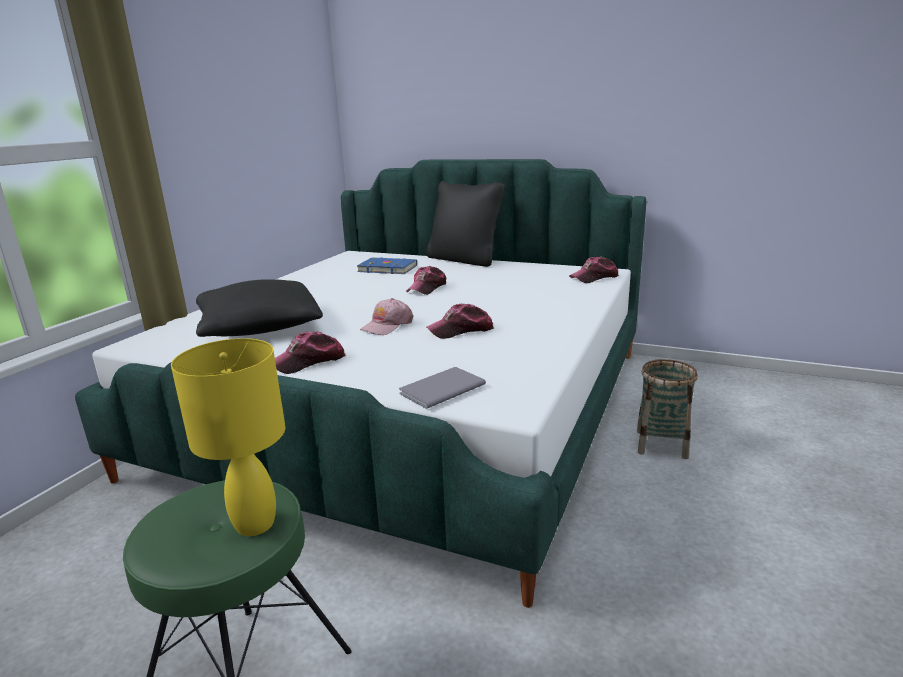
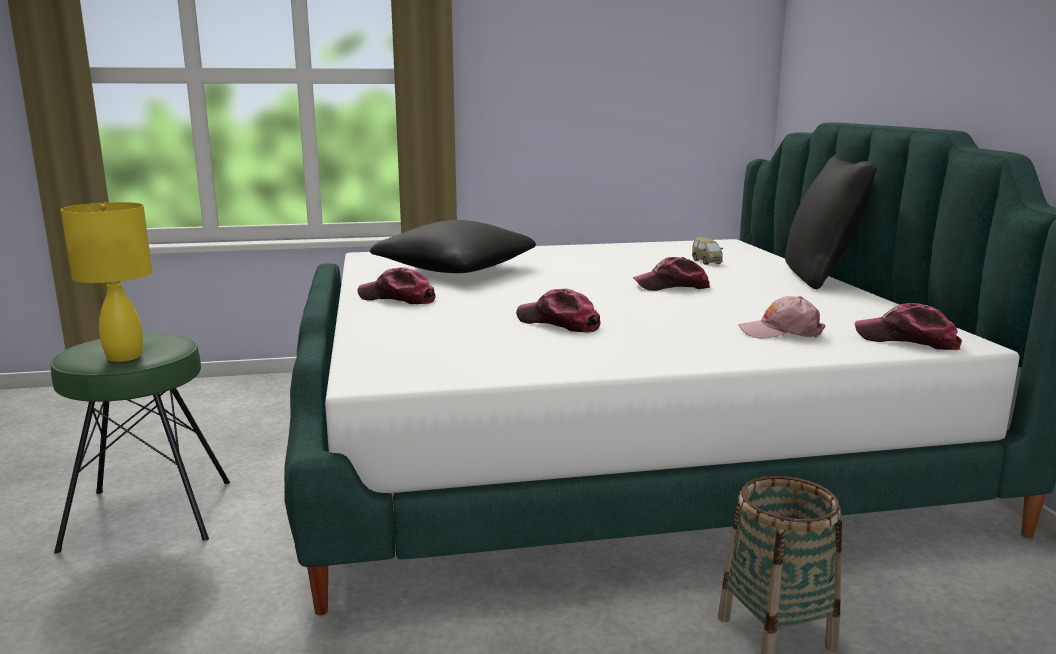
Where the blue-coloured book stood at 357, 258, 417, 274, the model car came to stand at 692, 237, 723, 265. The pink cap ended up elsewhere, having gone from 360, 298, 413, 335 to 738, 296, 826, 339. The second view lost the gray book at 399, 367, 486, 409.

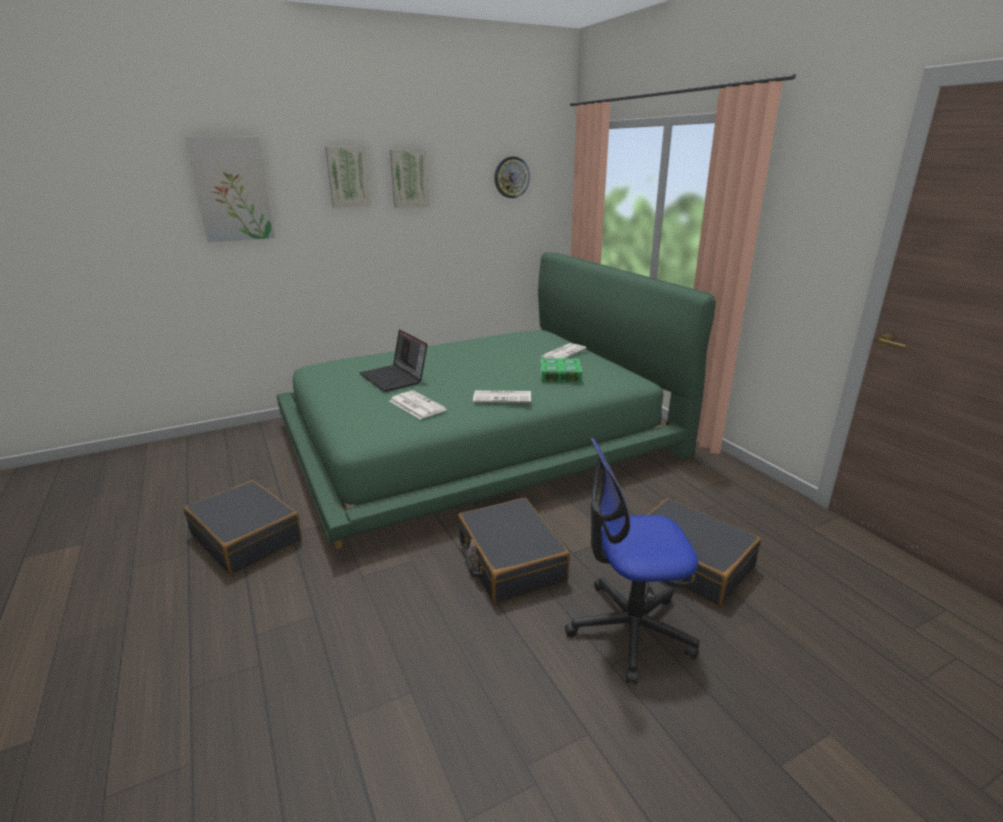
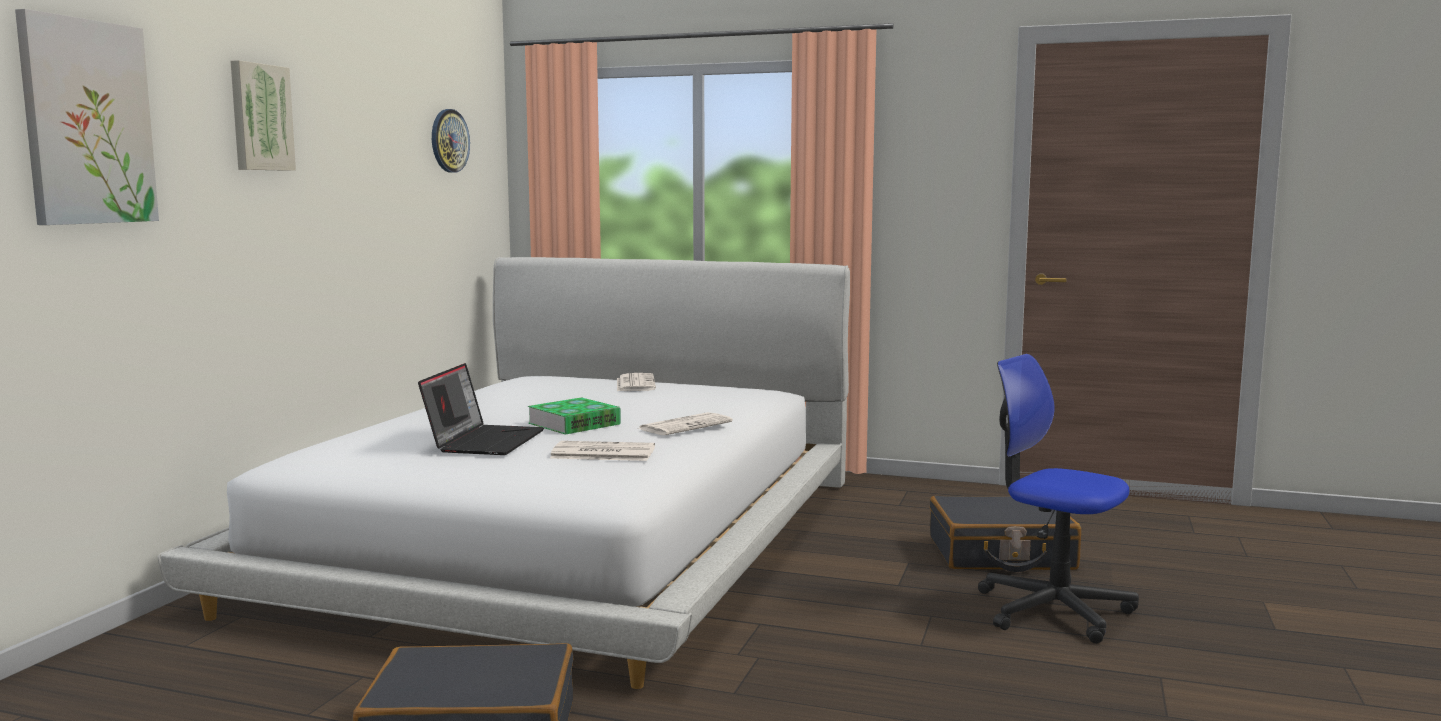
What was the green bed at 277, 252, 716, 549 turned into the white bed at 158, 257, 850, 689. The notebook computer at 360, 329, 427, 392 ended up facing another way, 90 degrees counterclockwise from before. The second view lost the wall art at 390, 149, 430, 208. The second view lost the blackish piece of luggage at 458, 498, 570, 604. The book ended up elsewhere, having gone from 540, 358, 583, 382 to 528, 397, 621, 435. The desk chair at 565, 438, 700, 685 ended up facing another way, 90 degrees clockwise from before.

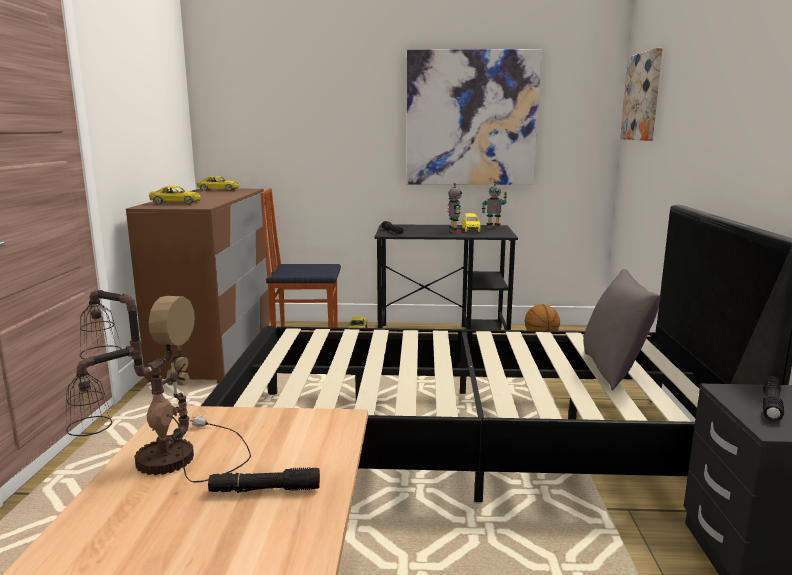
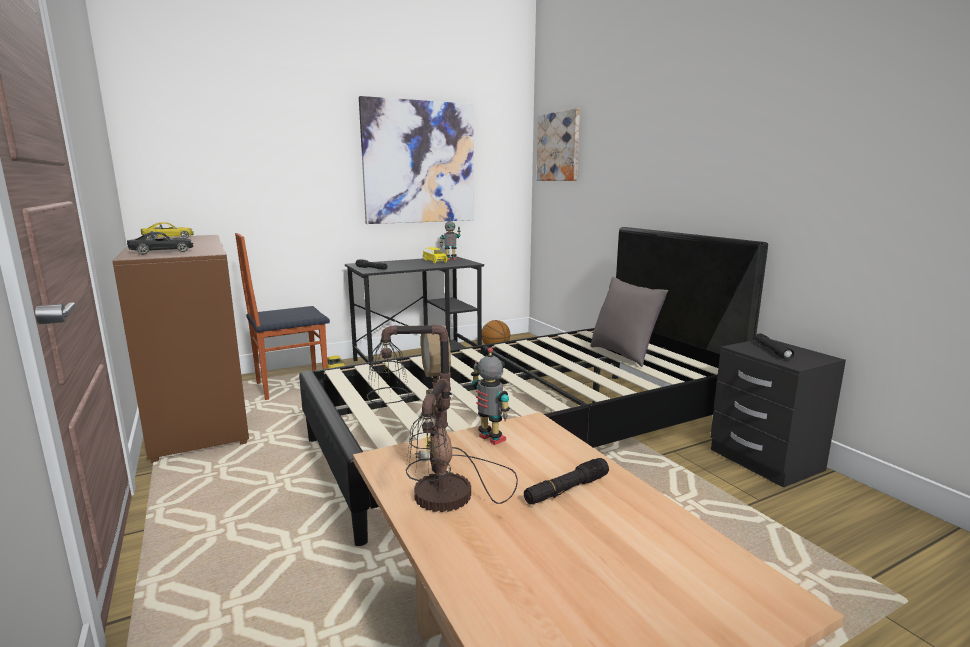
What was the yellowish model car at 149, 186, 201, 204 turned into the blackish model car at 127, 232, 193, 255. The model robot ended up elsewhere, having gone from 448, 183, 462, 233 to 471, 347, 510, 445.

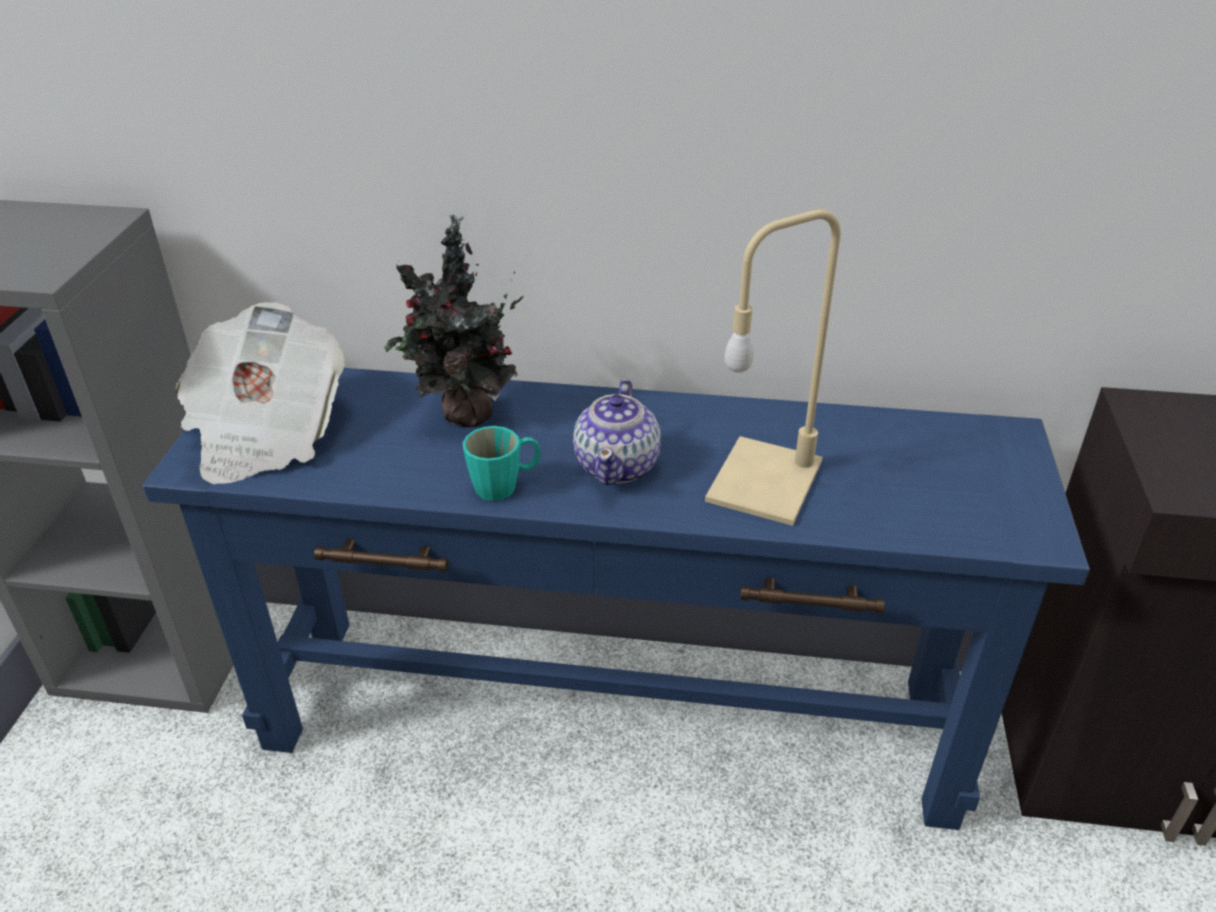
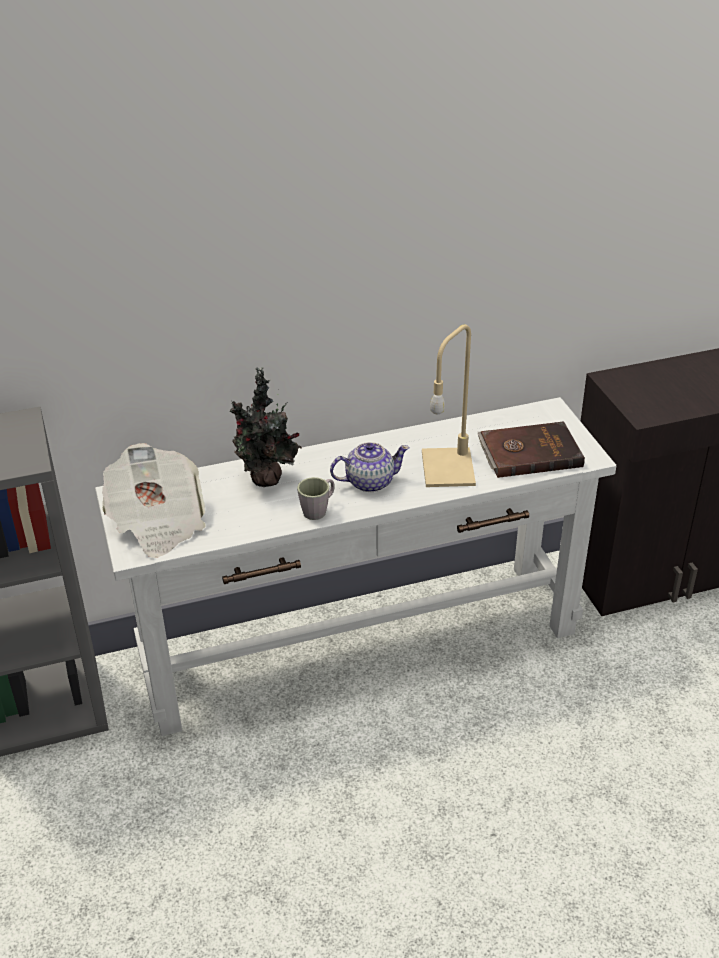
What was the blue-coloured hall table at 142, 368, 1090, 830 turned into the white hall table at 95, 397, 616, 736. What was the turquoise-coloured coffee mug at 463, 426, 541, 501 turned into the gray coffee mug at 297, 477, 335, 520. The teapot at 573, 379, 661, 485 ended up facing another way, 90 degrees counterclockwise from before. The second view gained the brownish book at 478, 421, 585, 478.

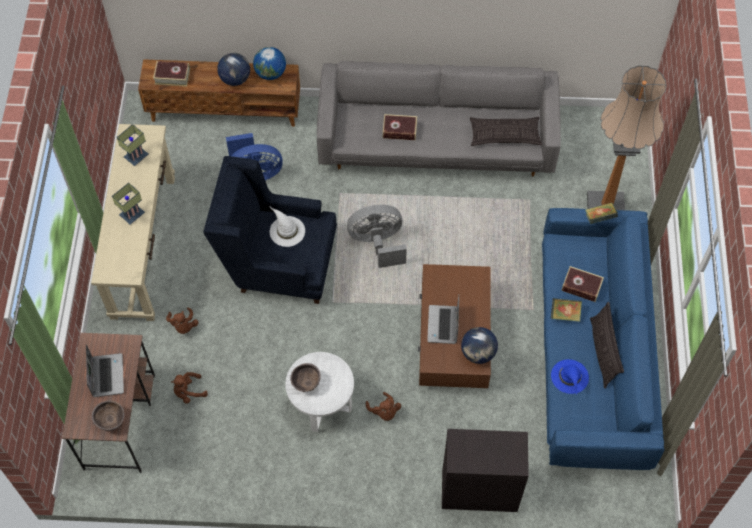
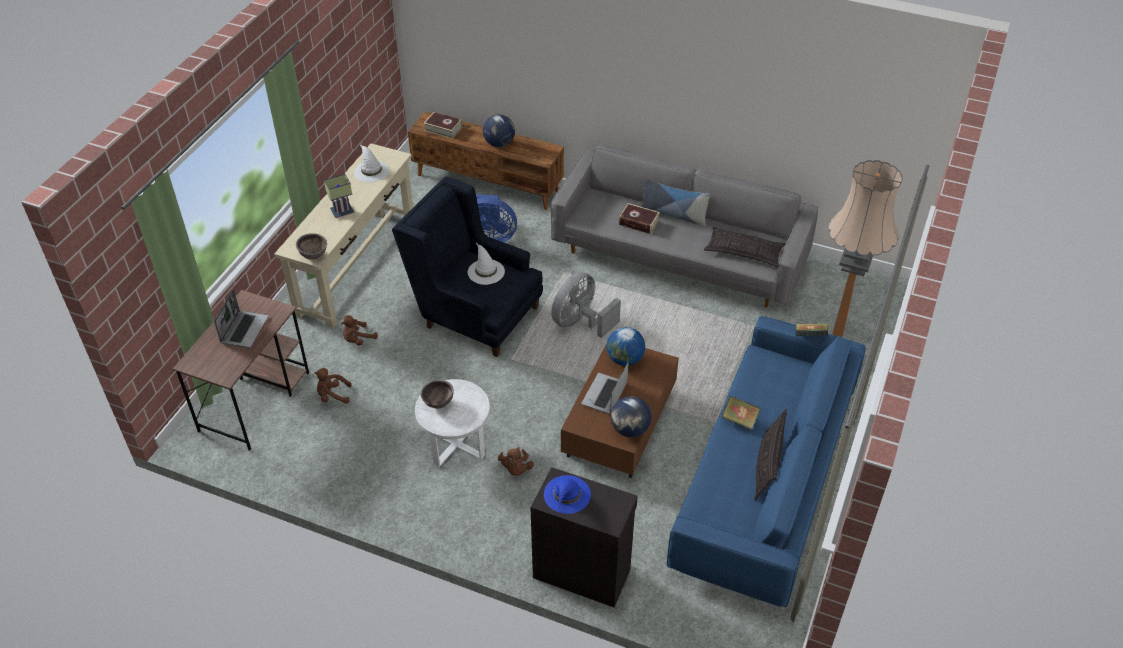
The brownish bowl ended up elsewhere, having gone from 92, 400, 125, 431 to 296, 233, 327, 260. Where the lamp for a table stood at 117, 124, 148, 166, the white clothing hat came to stand at 354, 144, 390, 183. The brownish cuddly toy at 166, 307, 198, 334 ended up facing another way, 45 degrees clockwise from before. The desk globe ended up elsewhere, having gone from 253, 47, 286, 80 to 606, 327, 645, 366. The gray fan at 347, 205, 407, 268 ended up facing another way, 60 degrees counterclockwise from before. The blue-coloured clothing hat ended up elsewhere, having gone from 551, 359, 589, 394 to 544, 475, 591, 514. The second view lost the book at 561, 266, 604, 302. The second view gained the pillow at 641, 179, 711, 226.

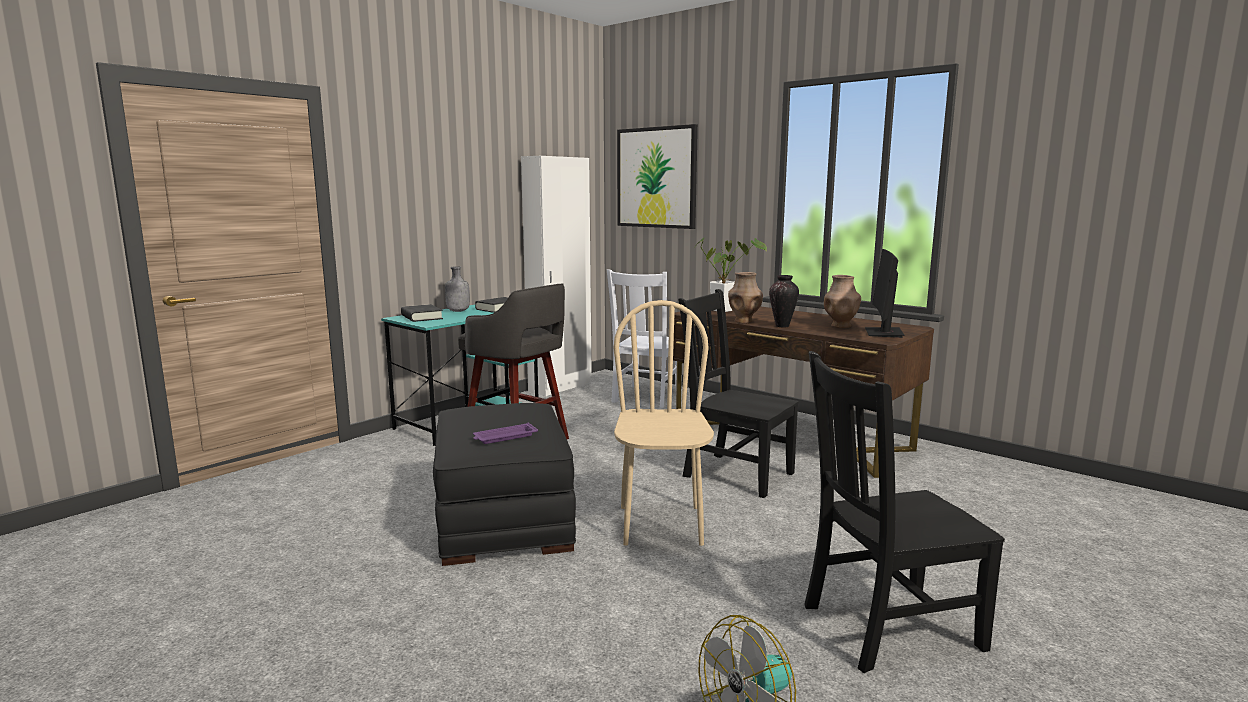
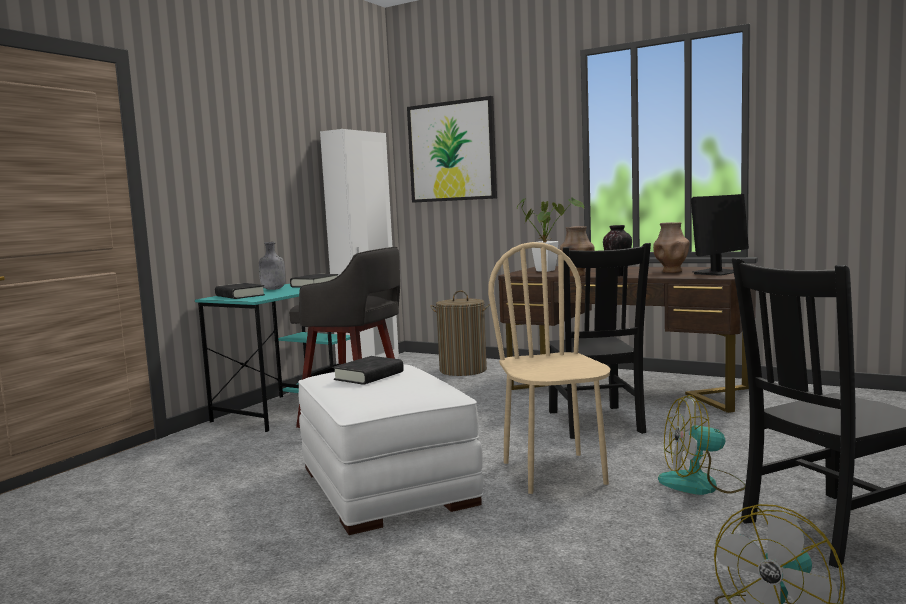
What was the blackish ottoman at 433, 403, 576, 566 turned into the white ottoman at 298, 365, 483, 535. The second view lost the purplish serving tray at 473, 423, 538, 444. Where the white chair stood at 607, 269, 682, 408, the laundry basket came to stand at 430, 290, 490, 376. The blackish chair at 678, 289, 799, 498 ended up facing another way, 120 degrees counterclockwise from before. The computer screen at 865, 249, 905, 338 ended up facing another way, 135 degrees counterclockwise from before. The second view gained the blackish book at 333, 356, 404, 385. The second view gained the fan at 658, 395, 746, 495.

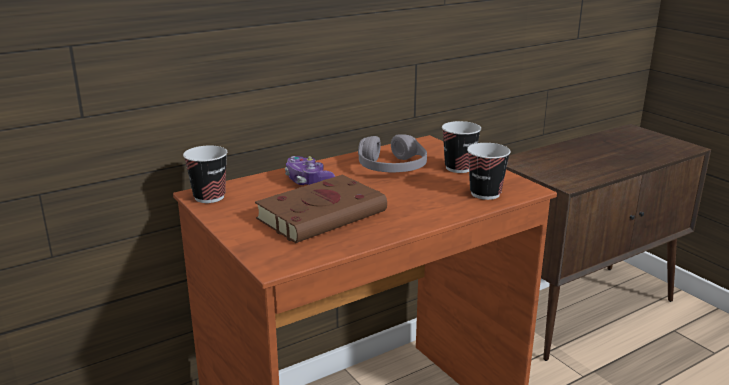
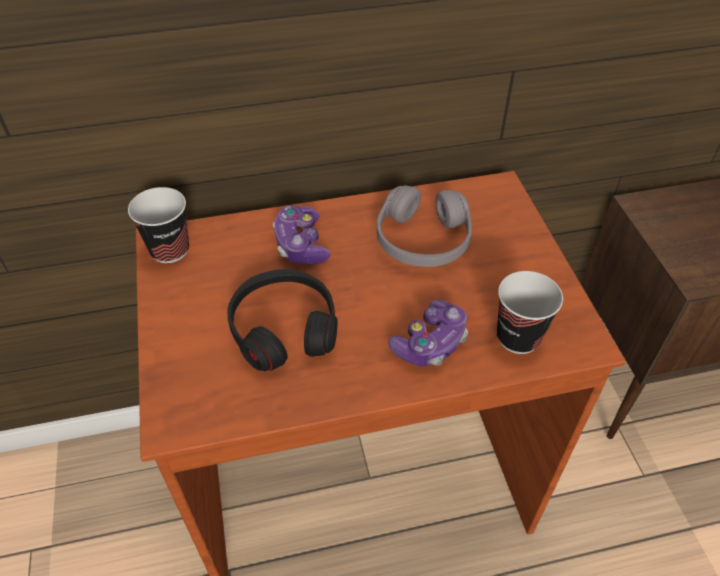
Where the brownish book stood at 255, 175, 387, 243, the blackish headset came to stand at 227, 269, 338, 371. The second view lost the cup at 442, 121, 481, 173. The second view gained the gamepad at 388, 300, 468, 367.

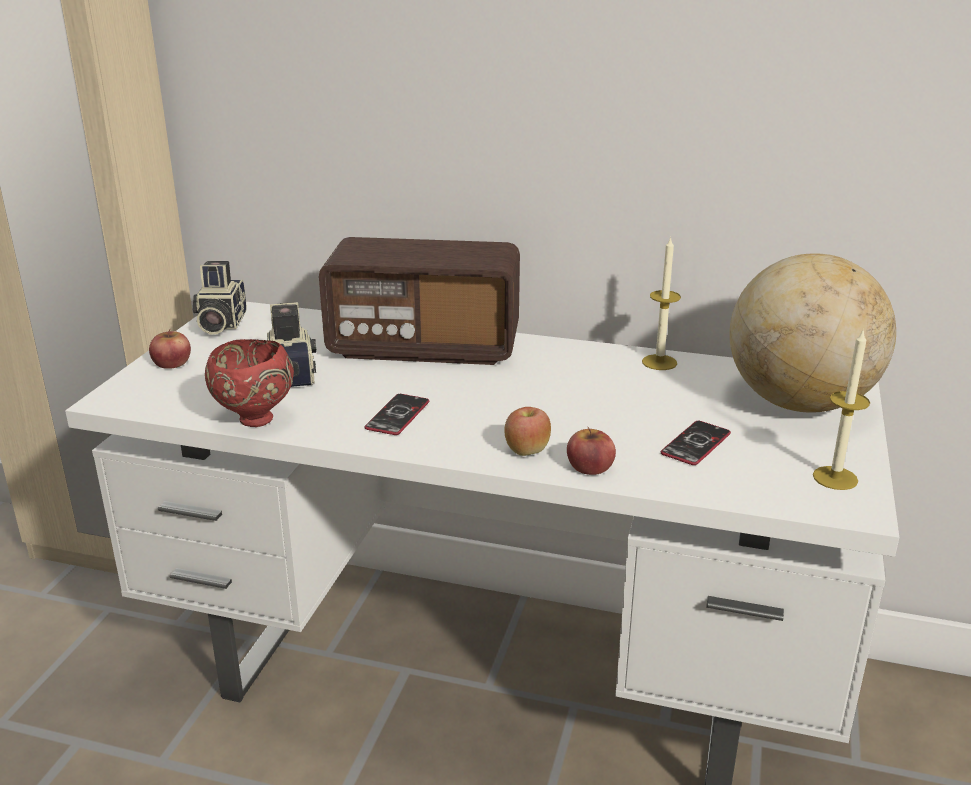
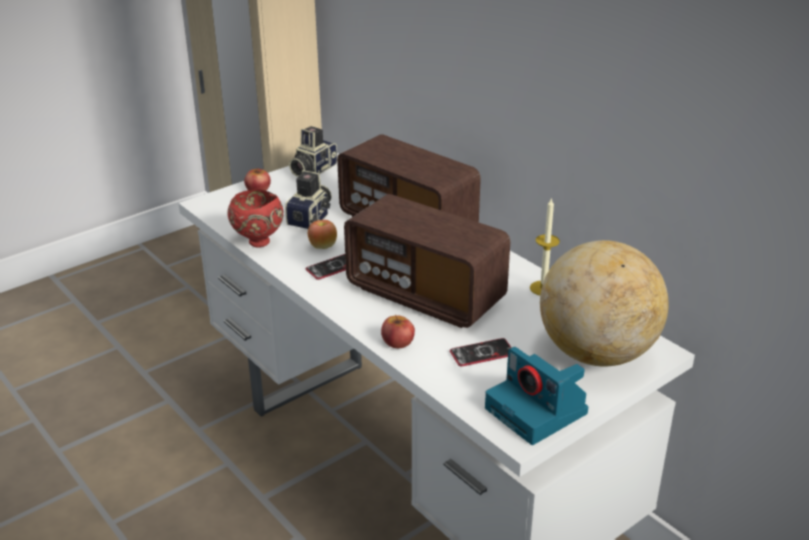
The apple fruit ended up elsewhere, having gone from 504, 407, 551, 456 to 308, 220, 337, 249. Where the wax candle stood at 813, 329, 870, 490, the photo camera came to stand at 485, 347, 588, 445. The second view gained the radio at 344, 194, 510, 328.

